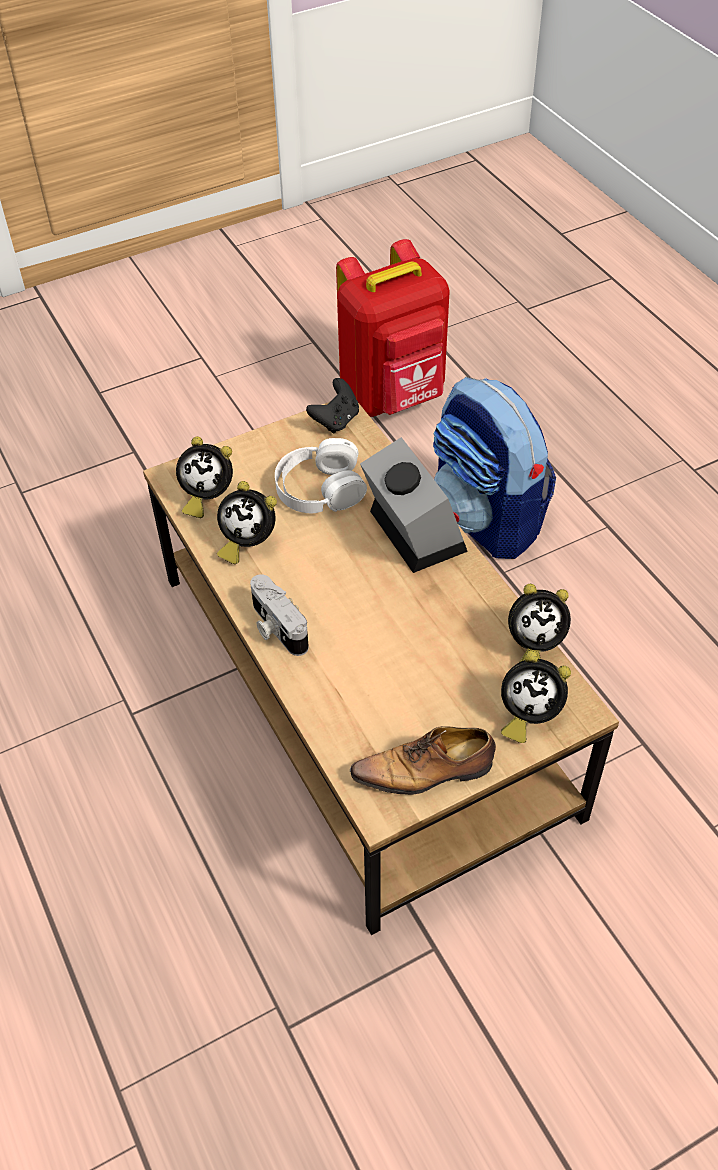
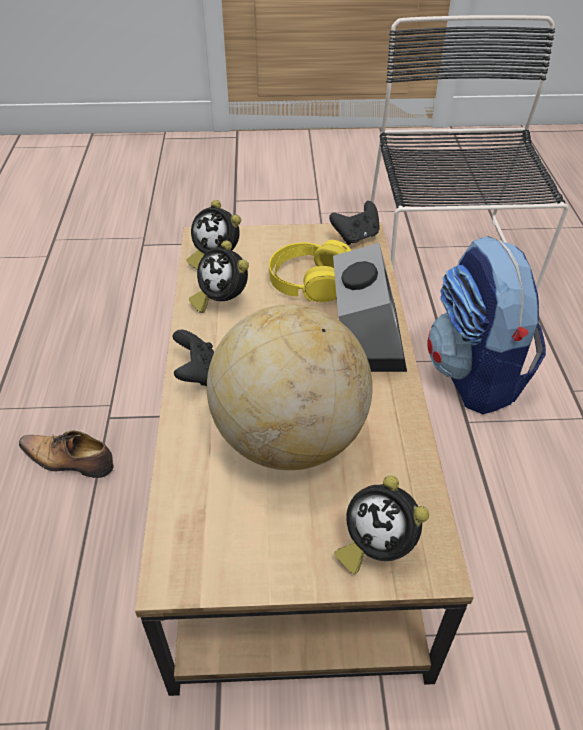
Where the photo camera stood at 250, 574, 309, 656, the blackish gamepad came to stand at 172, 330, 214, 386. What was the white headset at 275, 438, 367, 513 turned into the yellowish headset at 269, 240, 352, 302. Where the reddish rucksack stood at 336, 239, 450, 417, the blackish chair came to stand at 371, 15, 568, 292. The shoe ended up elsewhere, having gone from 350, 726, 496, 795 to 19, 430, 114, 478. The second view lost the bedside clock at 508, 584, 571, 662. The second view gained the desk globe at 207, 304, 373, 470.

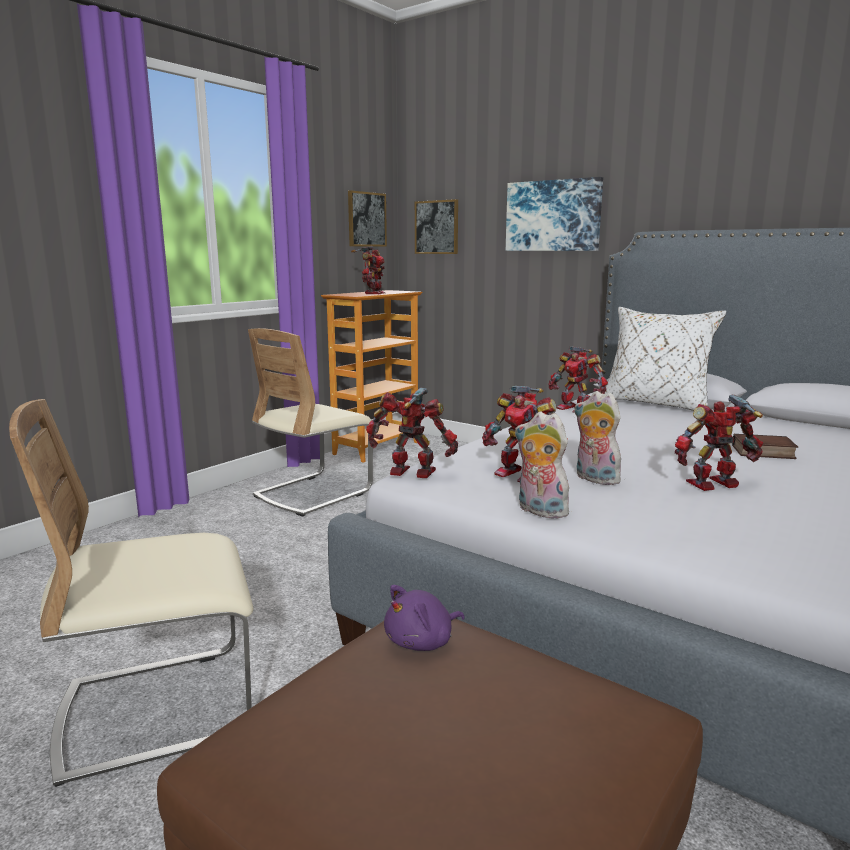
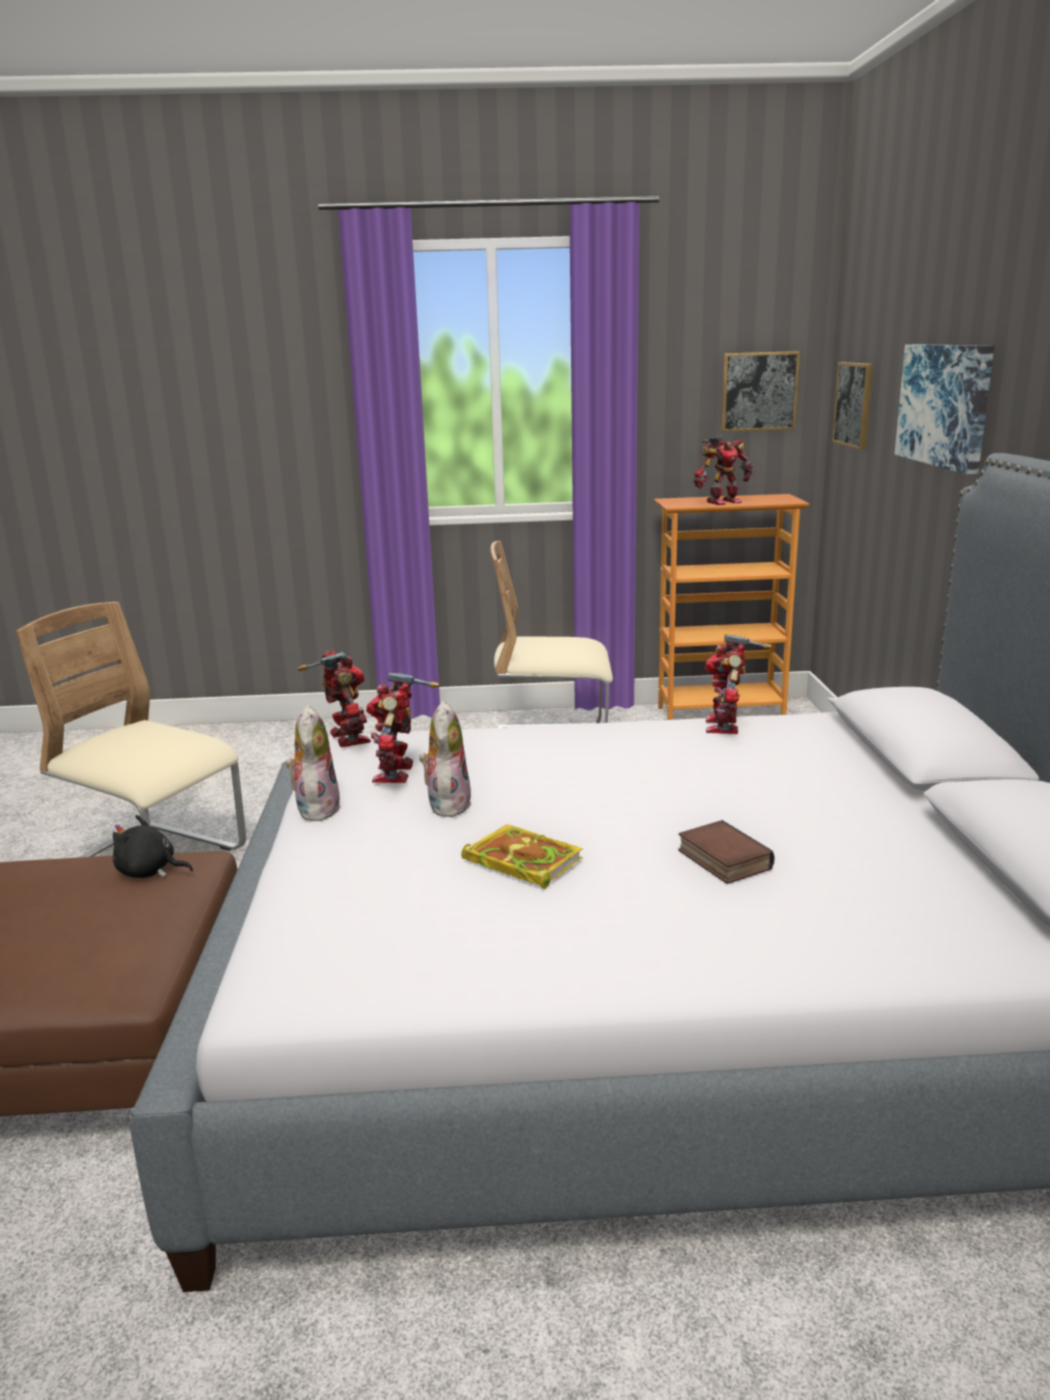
What was the purplish cuddly toy at 384, 585, 465, 651 turned into the blackish cuddly toy at 113, 815, 193, 878. The second view lost the white pillow at 605, 307, 726, 411. Where the model robot stood at 675, 395, 763, 491, the book came to stand at 461, 824, 583, 889.

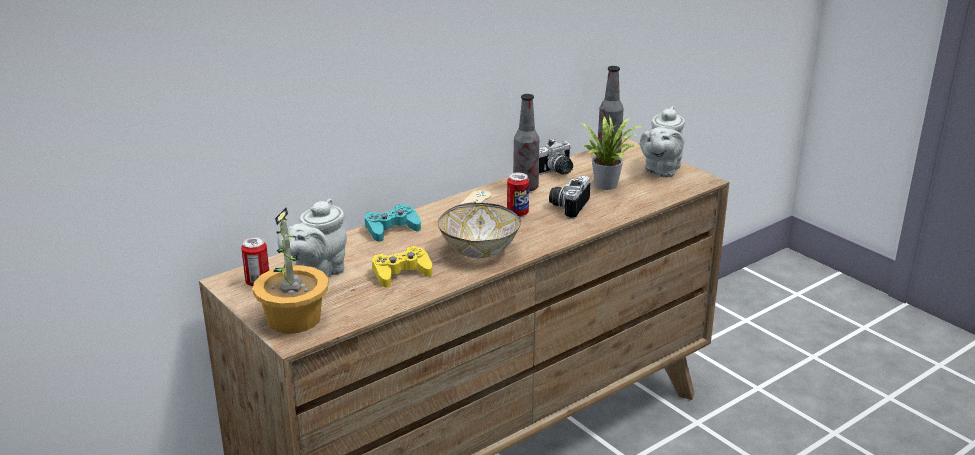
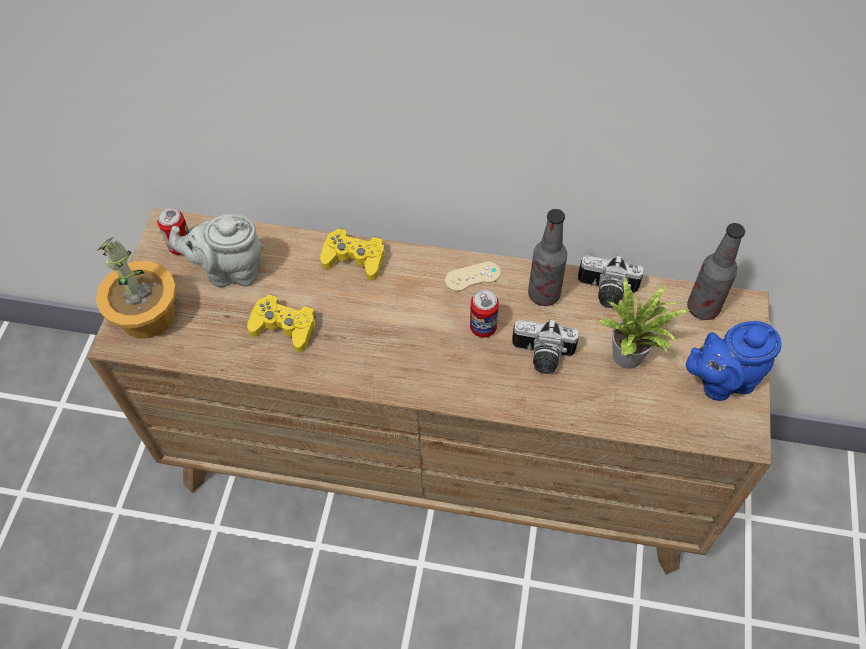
What was the turquoise-coloured gamepad at 365, 204, 421, 242 turned into the yellowish gamepad at 320, 228, 385, 281. The second view lost the bowl at 438, 203, 521, 258. The photo camera at 549, 175, 590, 219 ended up facing another way, 150 degrees counterclockwise from before. What was the gray teapot at 640, 106, 685, 177 turned into the blue-coloured teapot at 686, 321, 781, 401.

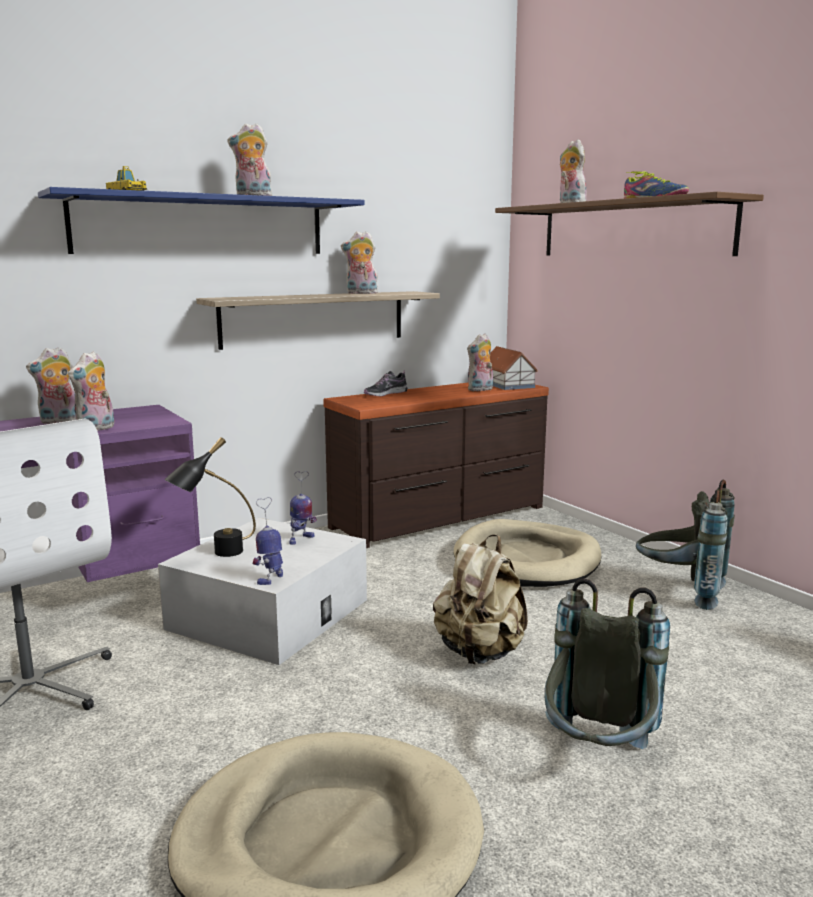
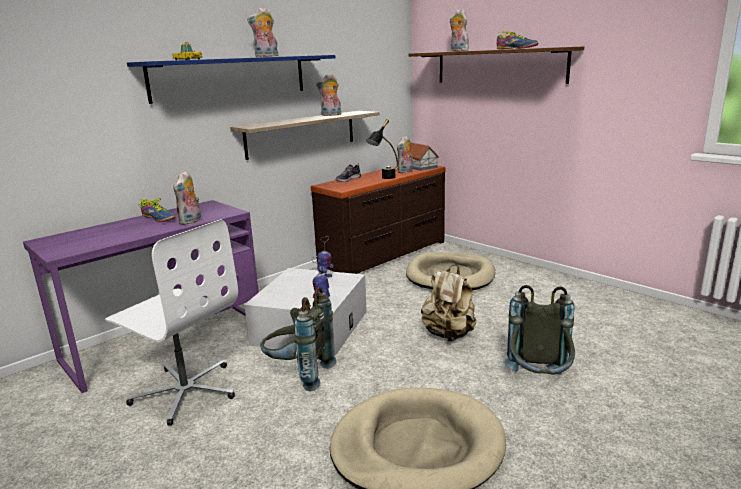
Where the cuddly toy stood at 26, 347, 76, 424, the shoe came to stand at 138, 198, 176, 222. The blackish lamp for a table ended up elsewhere, having gone from 164, 437, 256, 557 to 366, 119, 398, 179. The gray rucksack ended up elsewhere, having gone from 636, 480, 735, 610 to 260, 287, 336, 392.

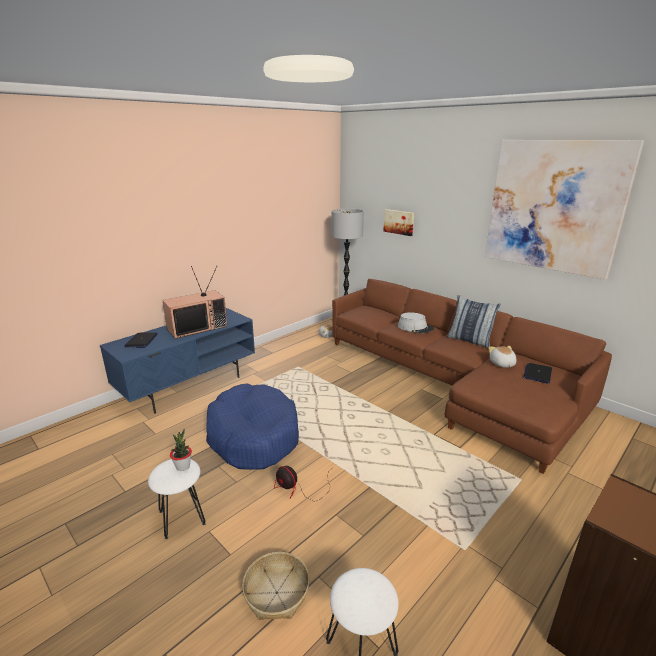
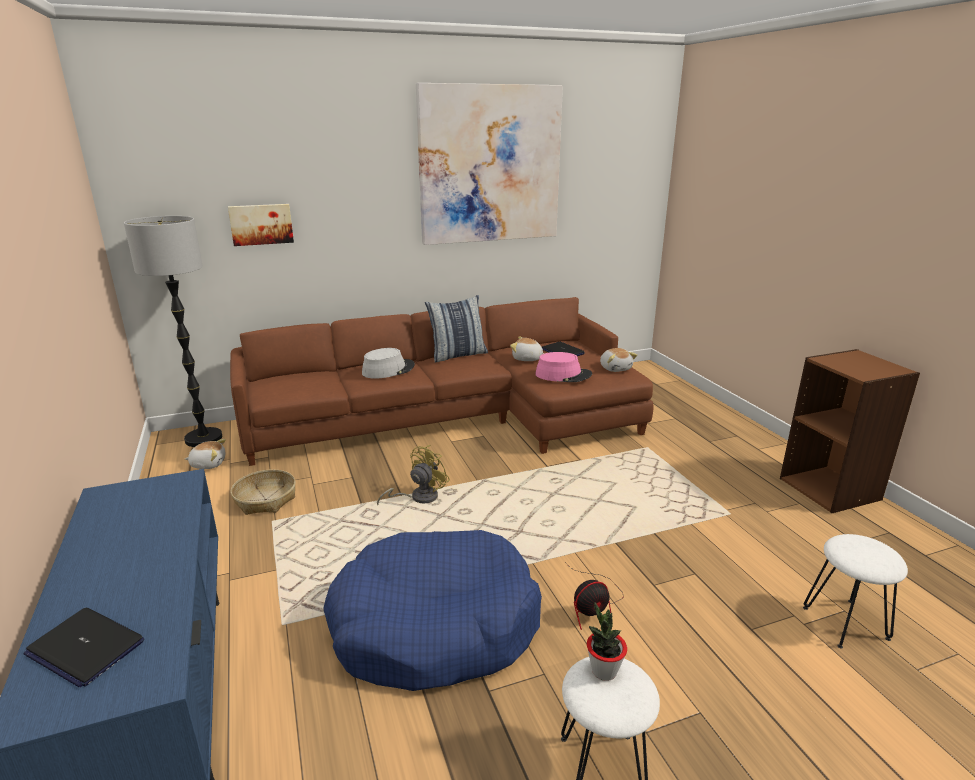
The second view lost the television at 162, 266, 227, 339. The basket ended up elsewhere, having gone from 242, 552, 310, 620 to 231, 470, 296, 515. The second view gained the yellowish fan at 377, 445, 450, 505. The second view gained the pink clothing hat at 535, 352, 592, 382. The second view gained the cuddly toy at 600, 348, 637, 372.

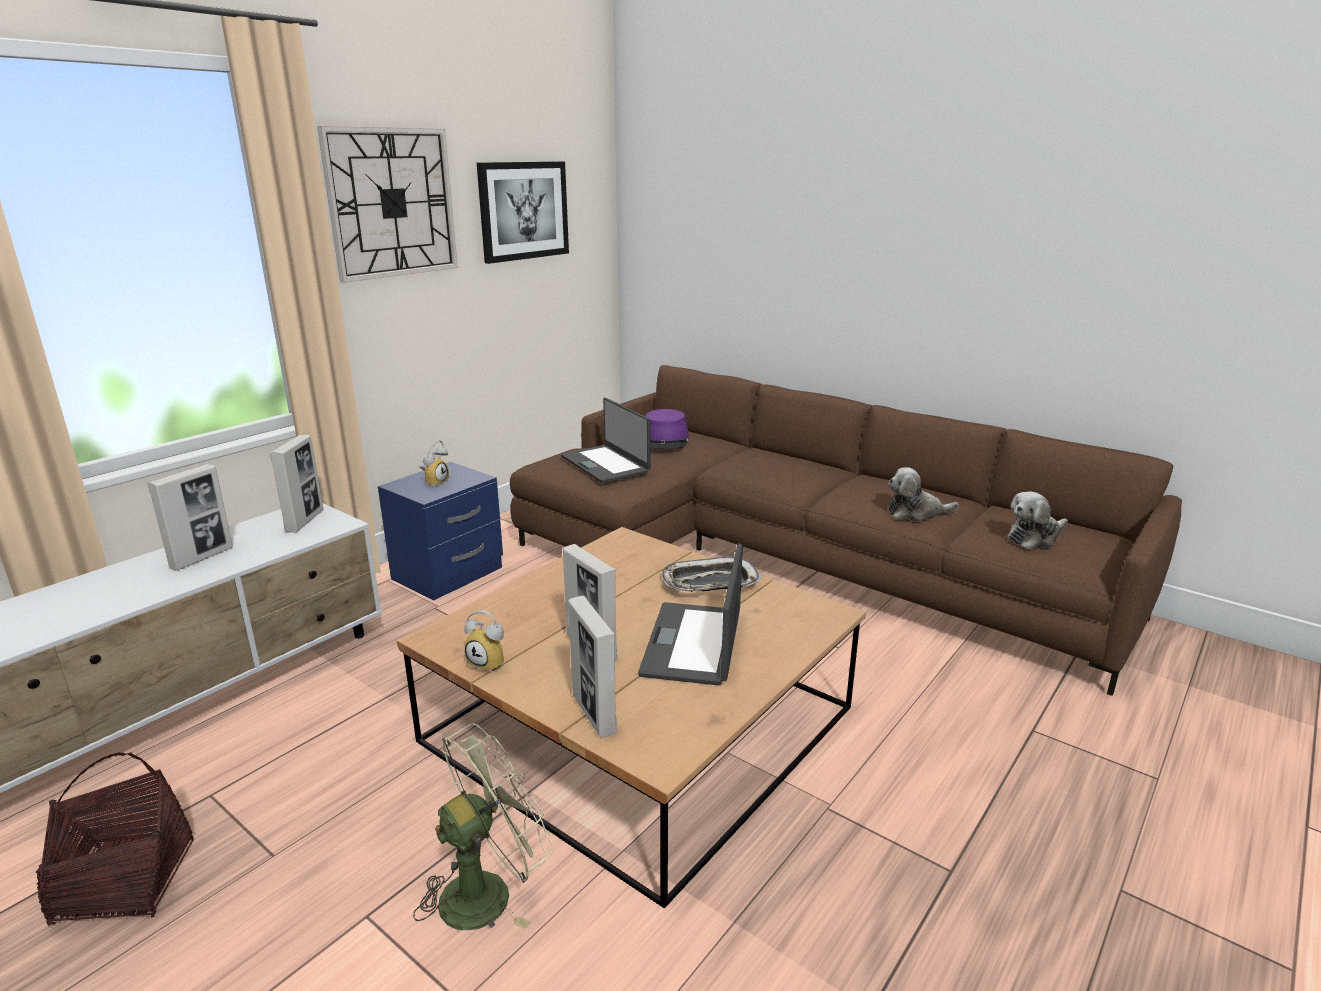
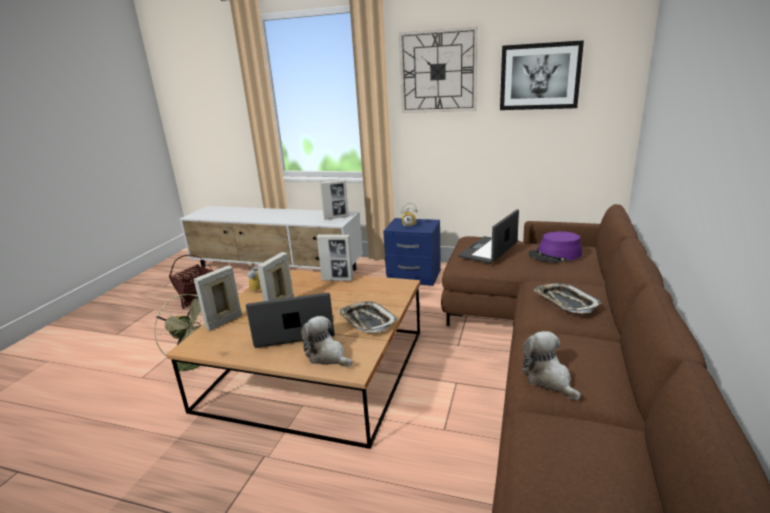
The standing frame ended up elsewhere, having gone from 147, 464, 233, 571 to 317, 234, 354, 281. The cuddly toy ended up elsewhere, having gone from 1008, 492, 1068, 549 to 301, 316, 352, 367. The second view gained the serving tray at 534, 283, 602, 314.

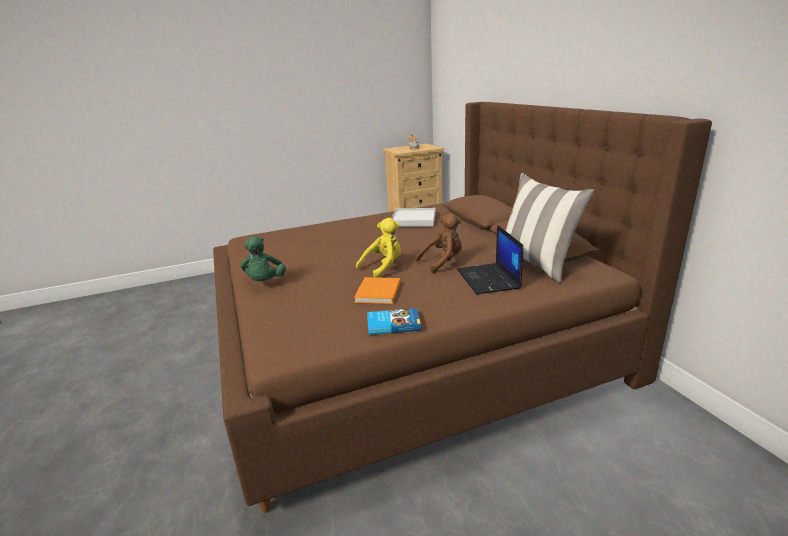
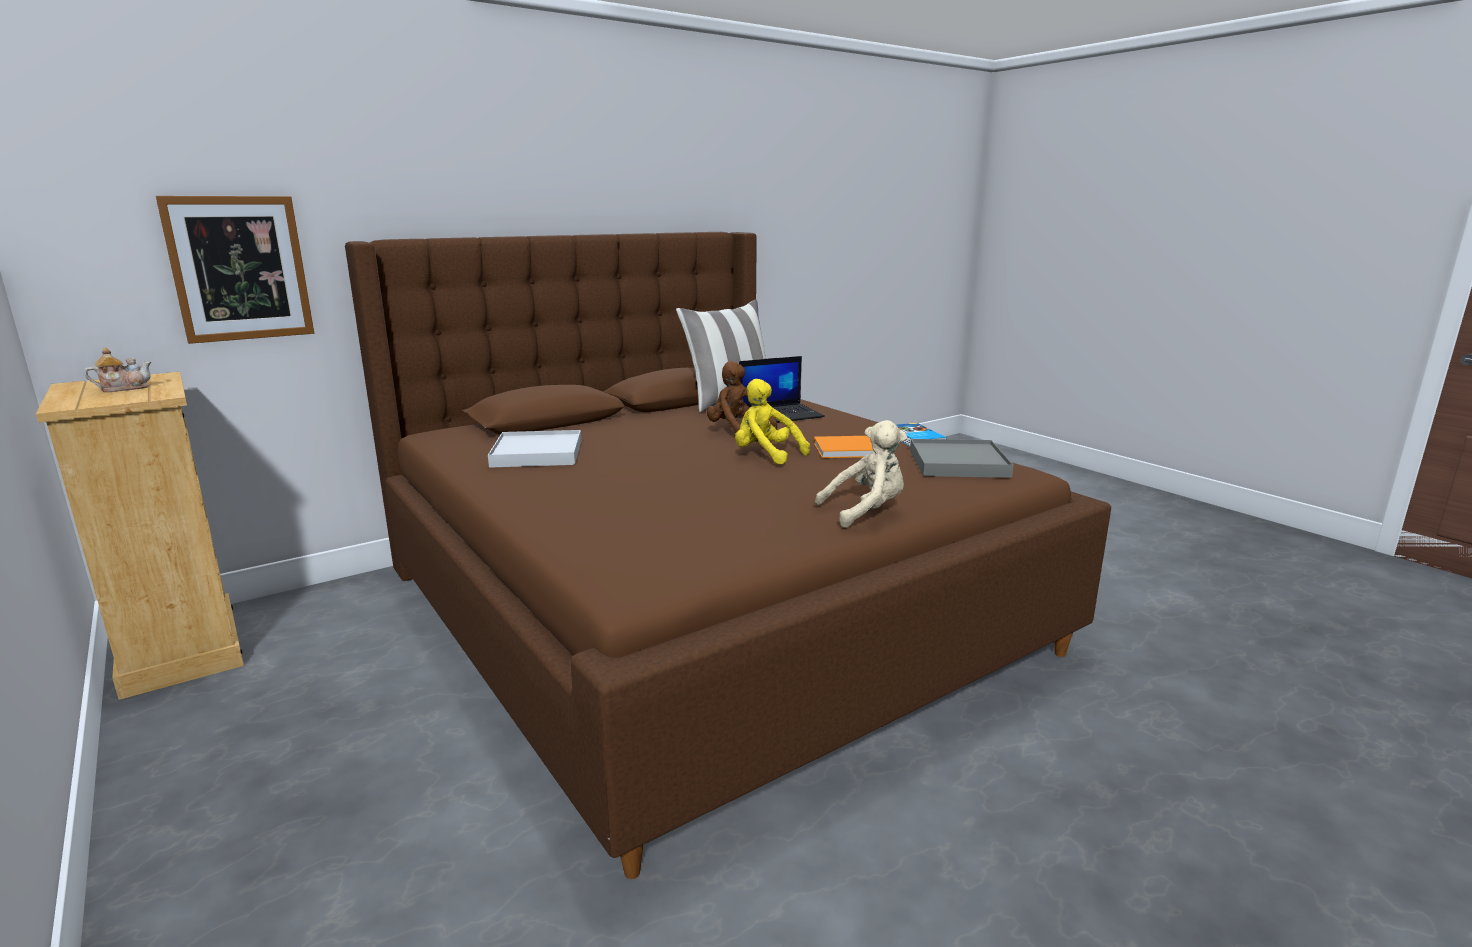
What was the green cuddly toy at 240, 236, 286, 281 turned into the beige cuddly toy at 815, 420, 907, 528. The second view gained the wall art at 156, 196, 314, 344. The second view gained the gray serving tray at 910, 439, 1014, 478.

